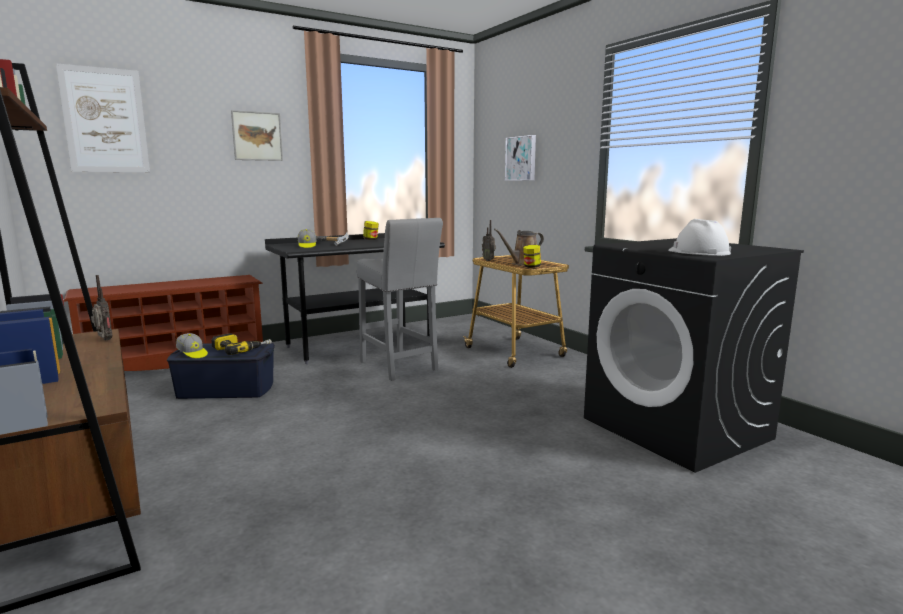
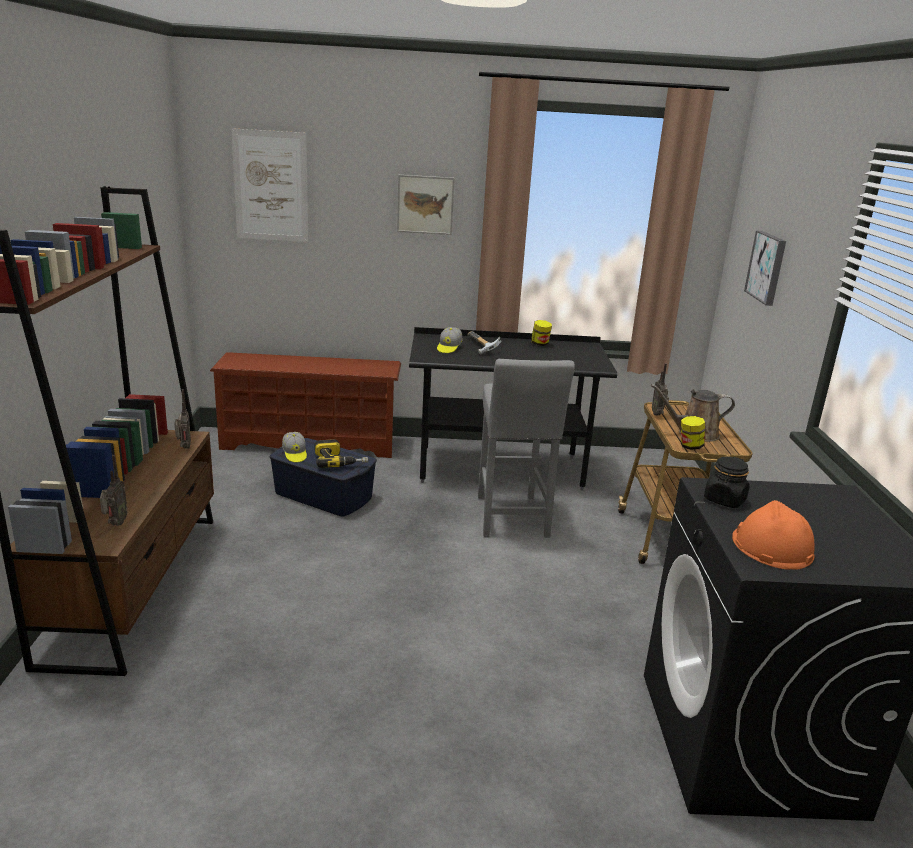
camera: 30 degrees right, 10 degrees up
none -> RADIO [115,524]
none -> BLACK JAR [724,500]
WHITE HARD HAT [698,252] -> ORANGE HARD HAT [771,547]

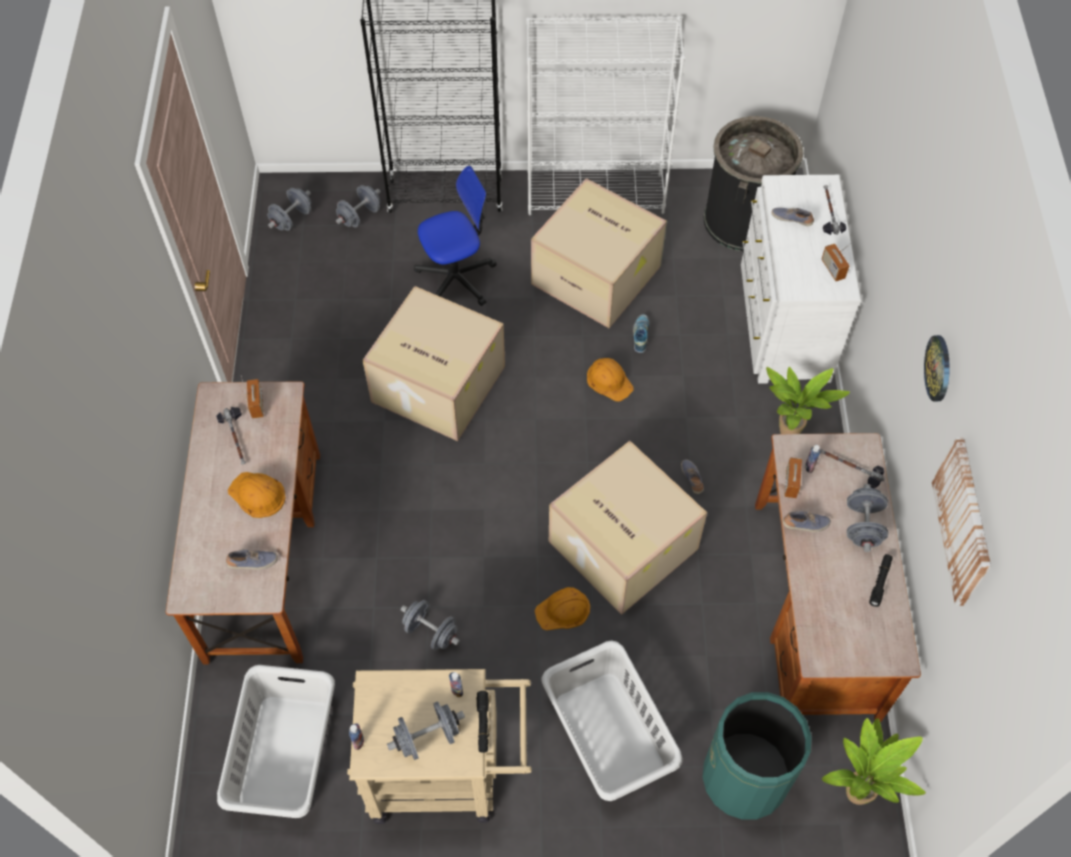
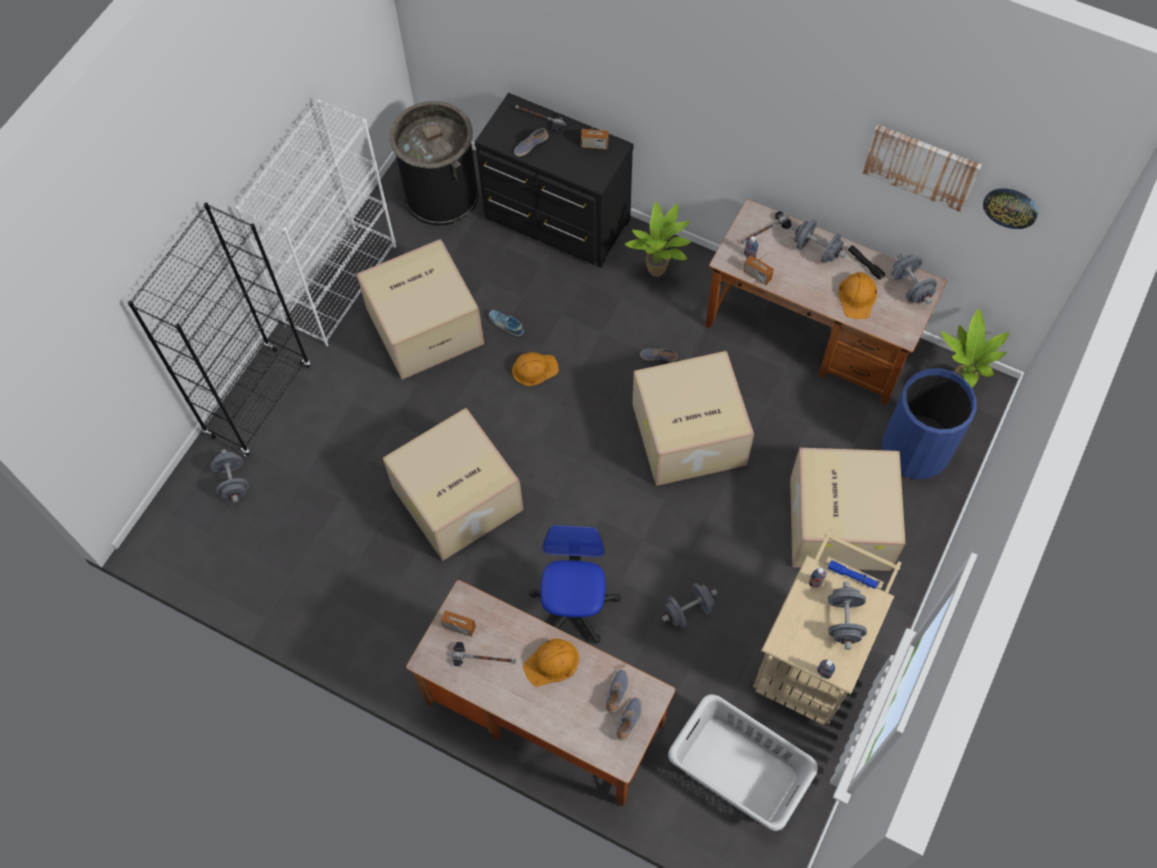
camera: 60 degrees left, 5 degrees up
GREY DUMBBELL [292,219] -> GREY DUMBBELL [910,287], moved
OFFICE CHAIR [456,278] -> OFFICE CHAIR [574,607], moved
ORANGE HARD HAT [563,610] -> ORANGE HARD HAT [857,296], moved
SHOE [805,525] -> SHOE [629,720], moved
WALL CLOCK [939,368] -> WALL CLOCK [1010,207], moved
GREY LAUNDRY BASKET [609,733] -> CARDBOARD BOX [837,522]
BLACK FLASHLIGHT [483,723] -> BLUE FLASHLIGHT [852,576]
GREEN TRASH CAN [744,778] -> BLUE TRASH CAN [915,449]
WHITE DRESSER [782,322] -> BLACK DRESSER [556,221]

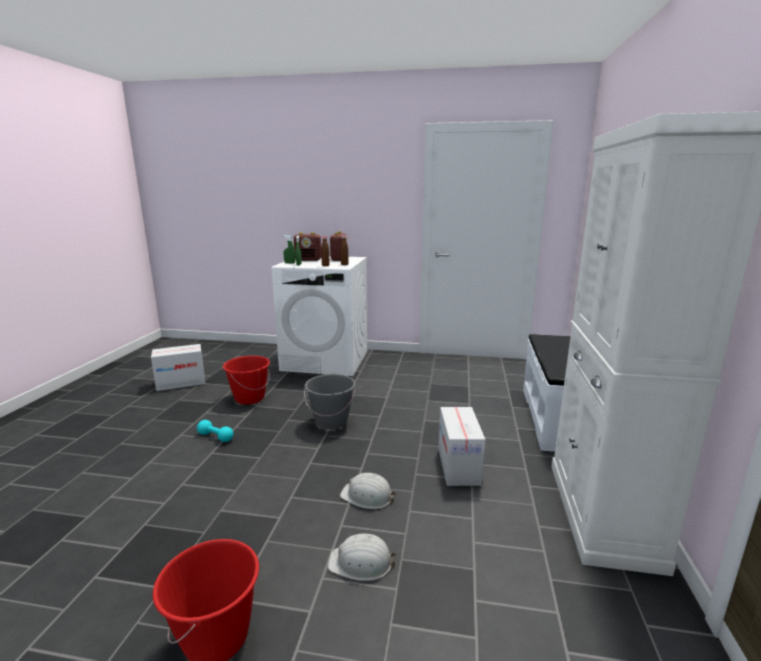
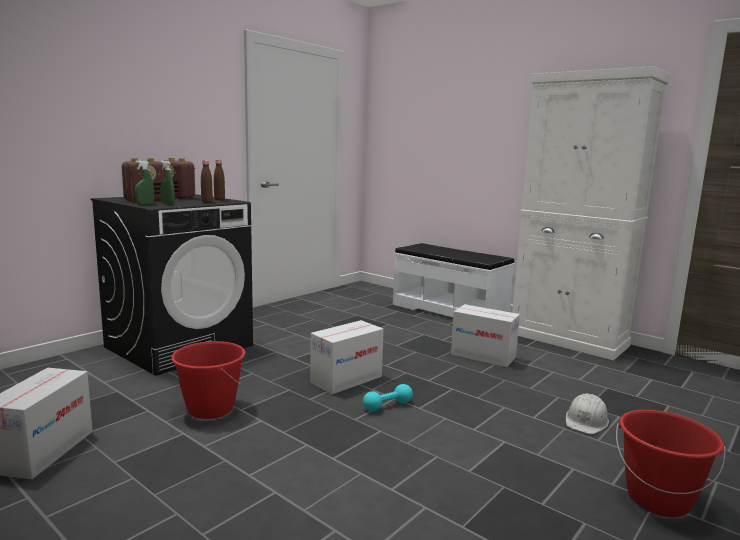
camera: 60 degrees left, 5 degrees down
WHITE HARD HAT [367,496] -> none
TURQUOISE DUMBBELL [215,437] -> TURQUOISE DUMBBELL [387,406], moved
GREY BUCKET [331,421] -> CARDBOARD BOX [346,379]
WHITE WASHING MACHINE [326,360] -> BLACK WASHING MACHINE [180,346]

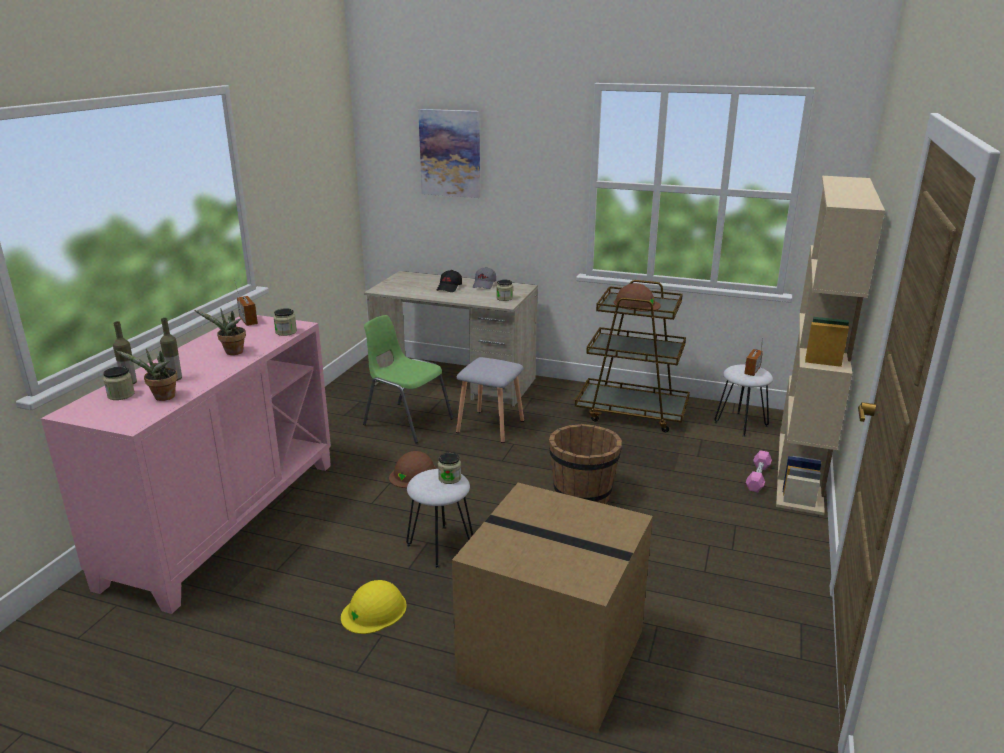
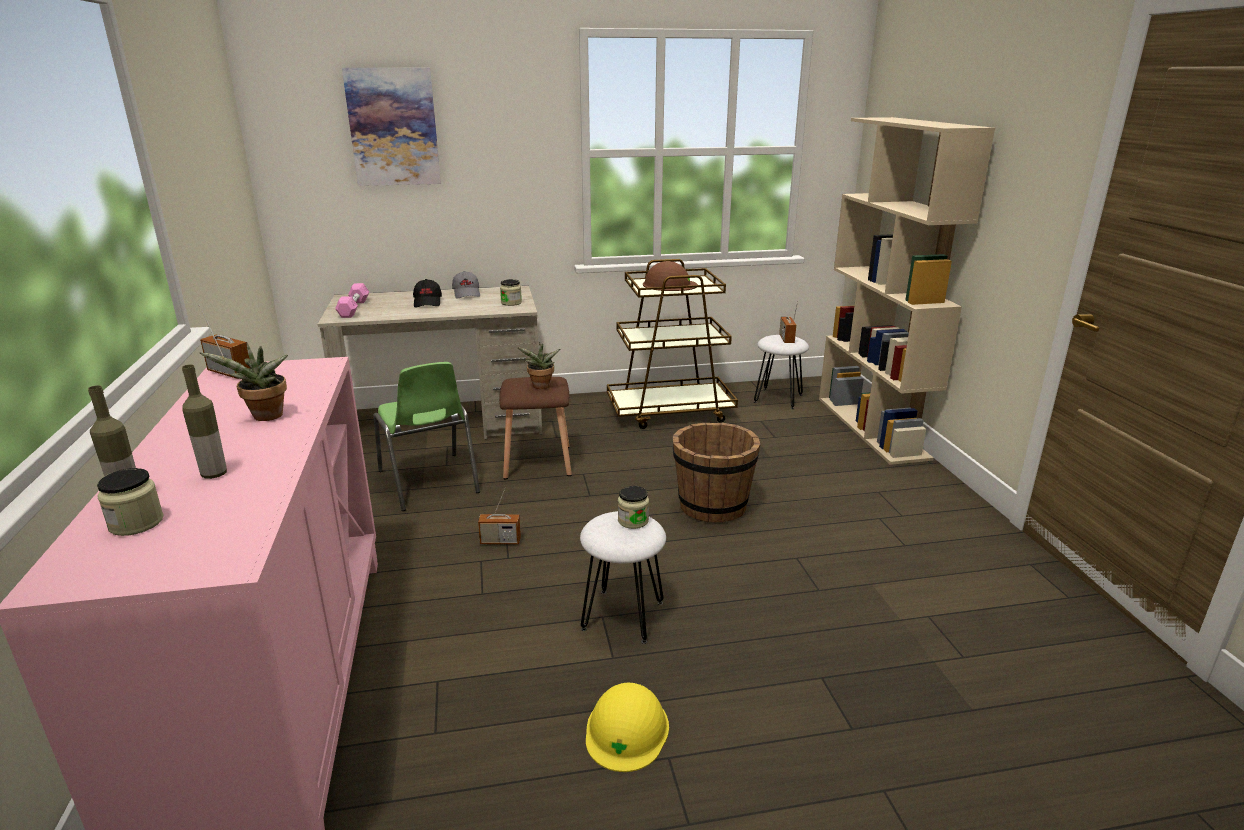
camera: 30 degrees left, 0 degrees up
JAR [286,332] -> none
CARDBOARD BOX [555,654] -> none
POTTED PLANT [162,398] -> POTTED PLANT [540,387], moved
PINK DUMBBELL [757,477] -> PINK DUMBBELL [354,308], moved
BROWN HARD HAT [413,474] -> RADIO [500,541]
GREY STOOL [491,426] -> BROWN STOOL [539,461]
GREEN CHAIR [407,422] -> GREEN CHAIR [429,482], 120 degrees counterclockwise

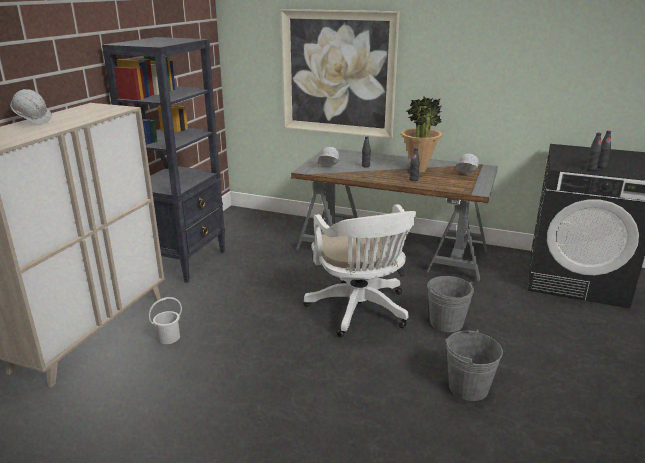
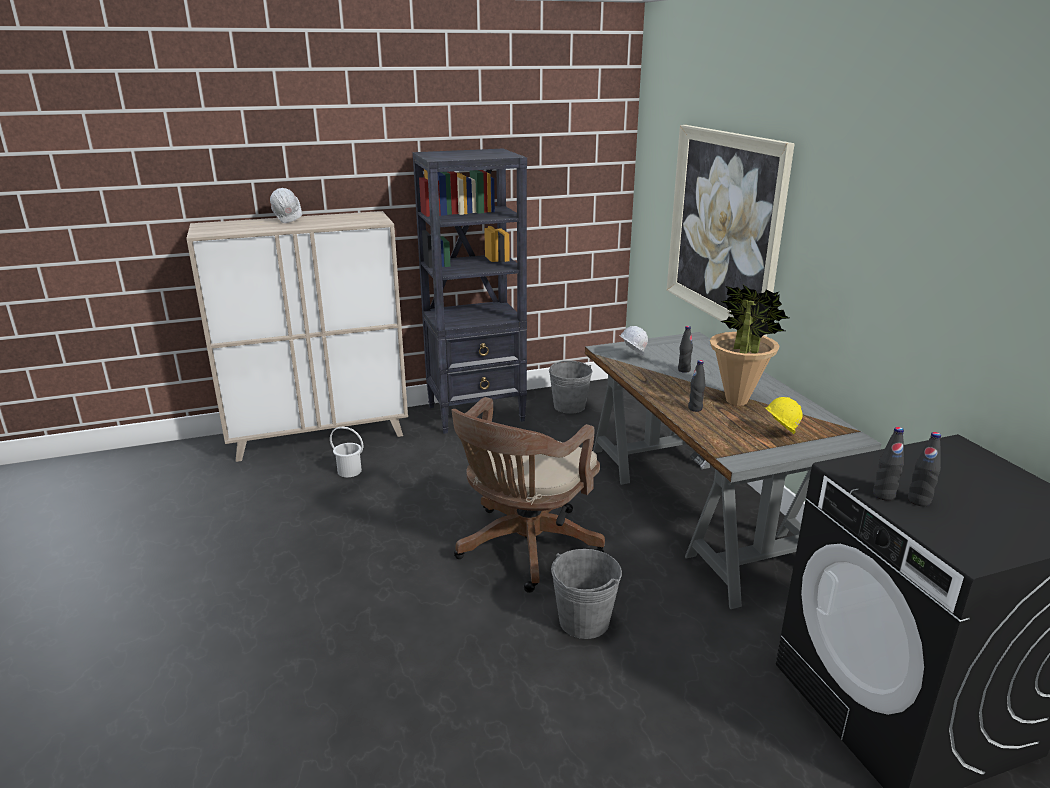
camera: 50 degrees right, 0 degrees up
GREY BUCKET [468,387] -> GREY BUCKET [569,406], moved
WHITE OFFICE CHAIR [360,311] -> BROWN OFFICE CHAIR [524,549]
WHITE HARD HAT [465,177] -> YELLOW HARD HAT [778,435]

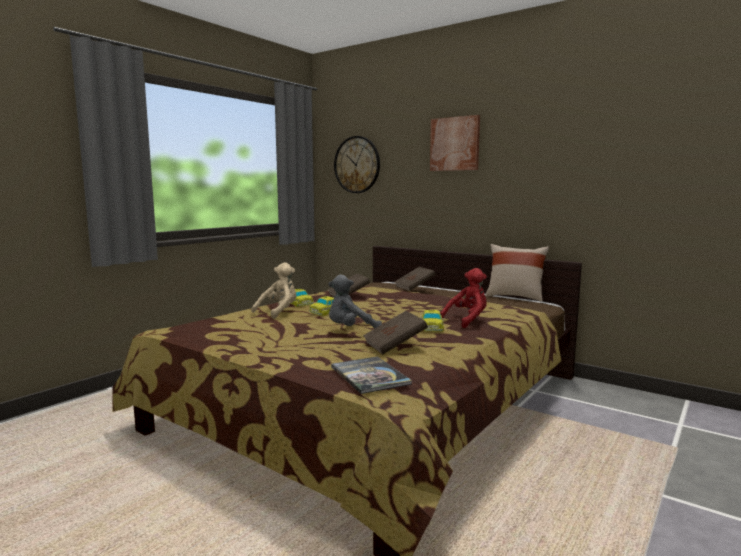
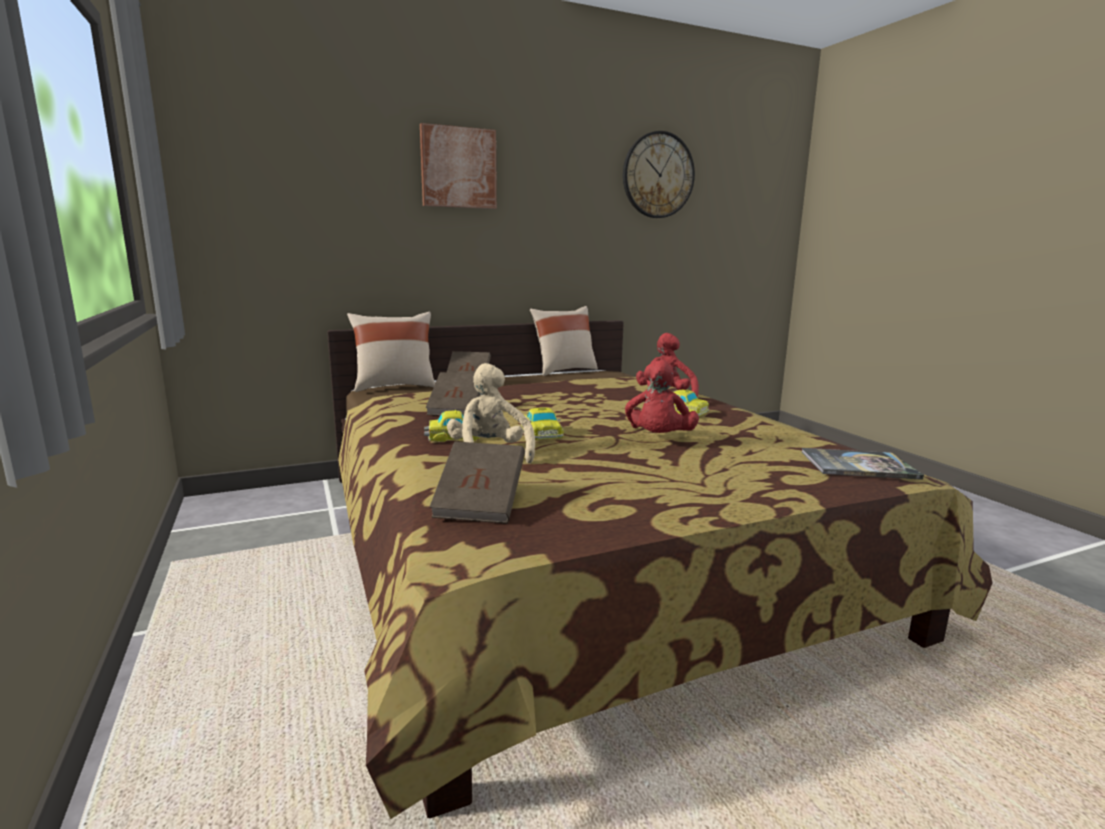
camera: 60 degrees left, 5 degrees up
none -> BEIGE PILLOW [394,386]
WALL CLOCK [357,165] -> WALL CLOCK [658,175], moved
BROWN BOOK [394,346] -> BROWN BOOK [480,504], moved
GREY PLUSH TOY [351,330] -> RED PLUSH TOY [658,439]

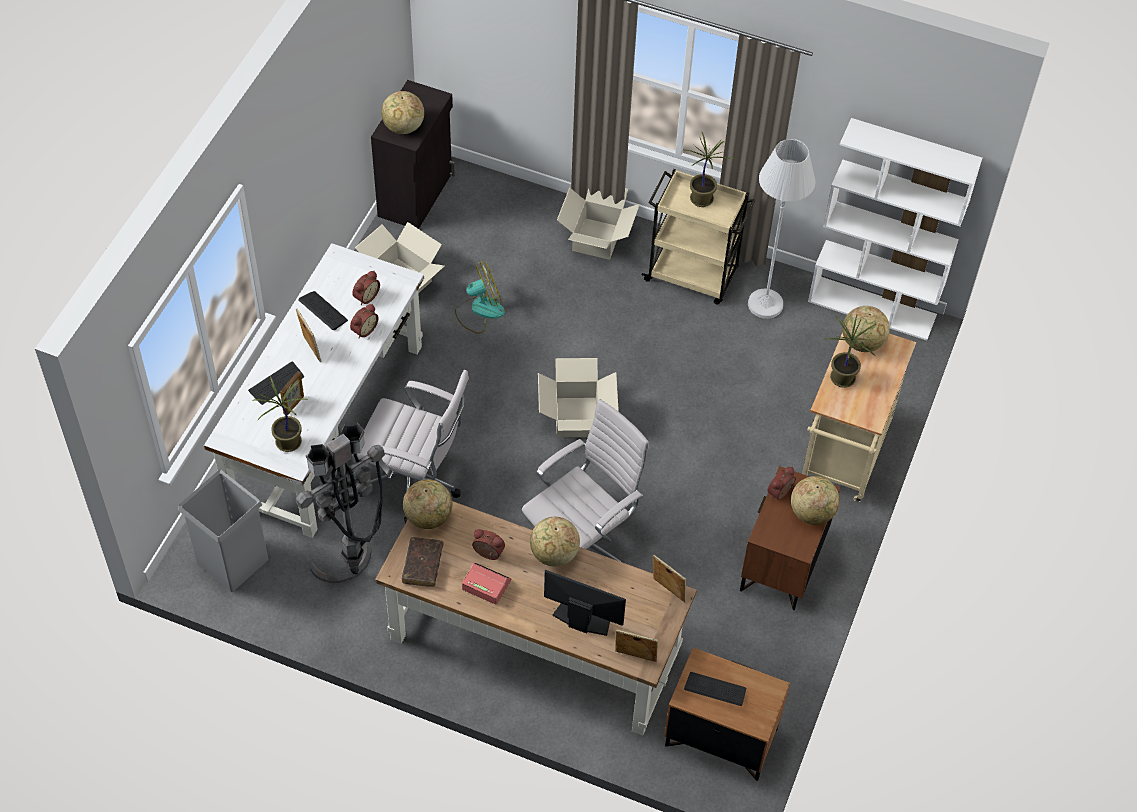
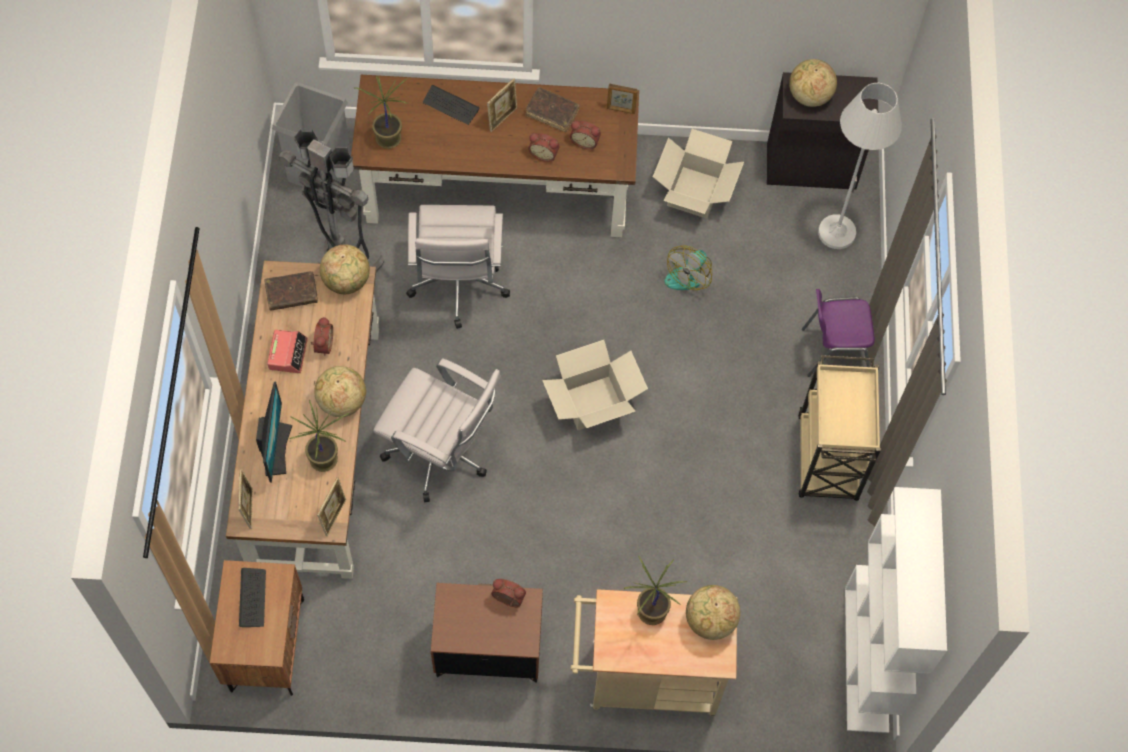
camera: 70 degrees right, 10 degrees up
GLOBE [812,513] -> none
PICTURE FRAME [294,405] -> PICTURE FRAME [621,110], moved
POTTED PLANT [701,198] -> POTTED PLANT [325,459], moved
WHITE FLOOR LAMP [765,304] -> WHITE FLOOR LAMP [837,232], moved
KEYBOARD [323,311] -> BROWN BOOK [552,112]
CARDBOARD BOX [596,238] -> PURPLE CHAIR [833,351]
WHITE DESK [326,422] -> BROWN DESK [498,188]
FAN [479,310] -> FAN [689,273], 75 degrees clockwise

